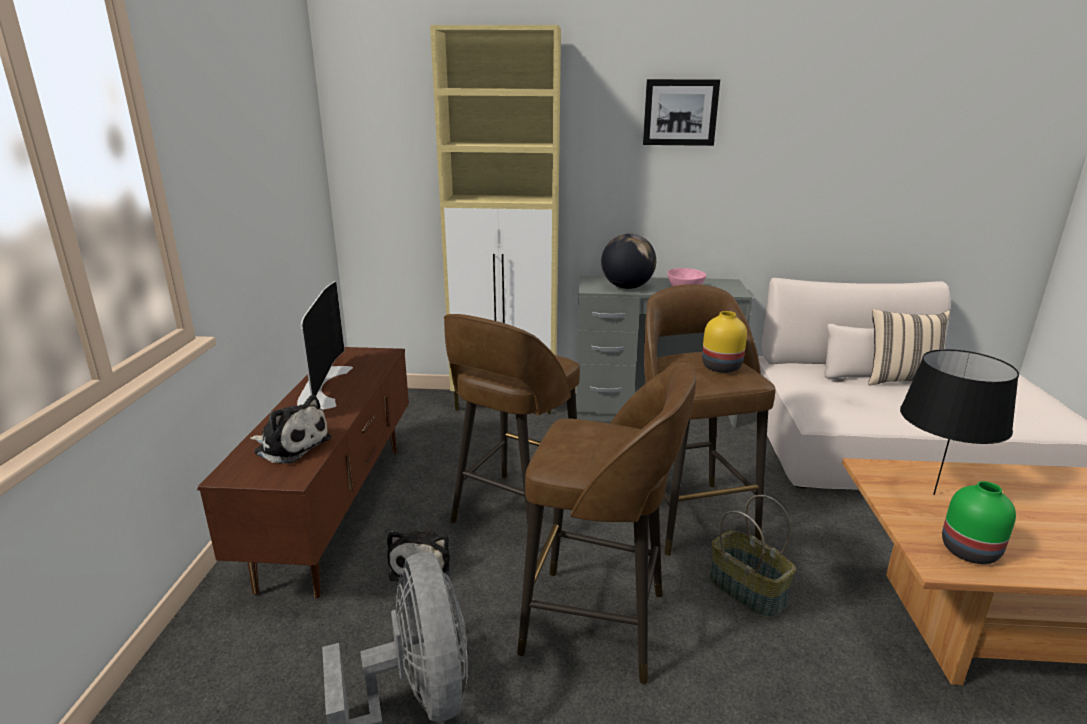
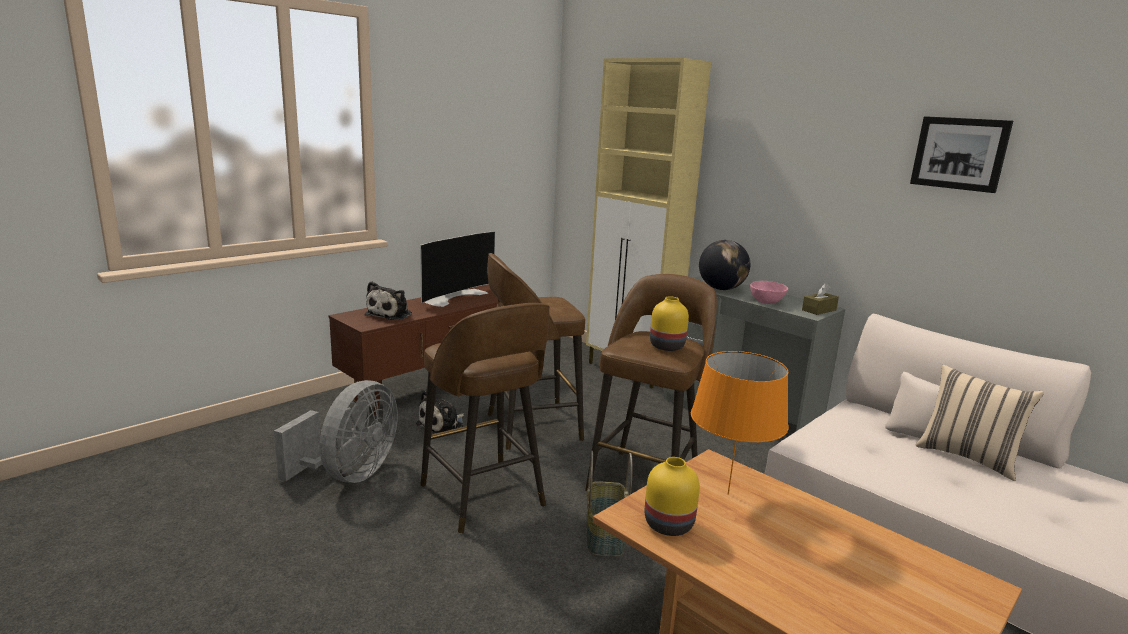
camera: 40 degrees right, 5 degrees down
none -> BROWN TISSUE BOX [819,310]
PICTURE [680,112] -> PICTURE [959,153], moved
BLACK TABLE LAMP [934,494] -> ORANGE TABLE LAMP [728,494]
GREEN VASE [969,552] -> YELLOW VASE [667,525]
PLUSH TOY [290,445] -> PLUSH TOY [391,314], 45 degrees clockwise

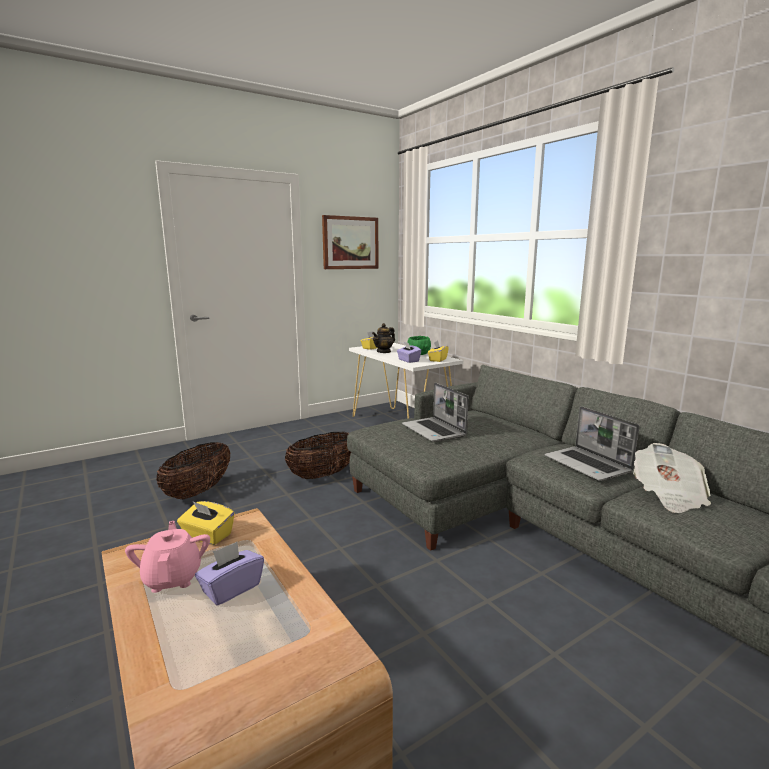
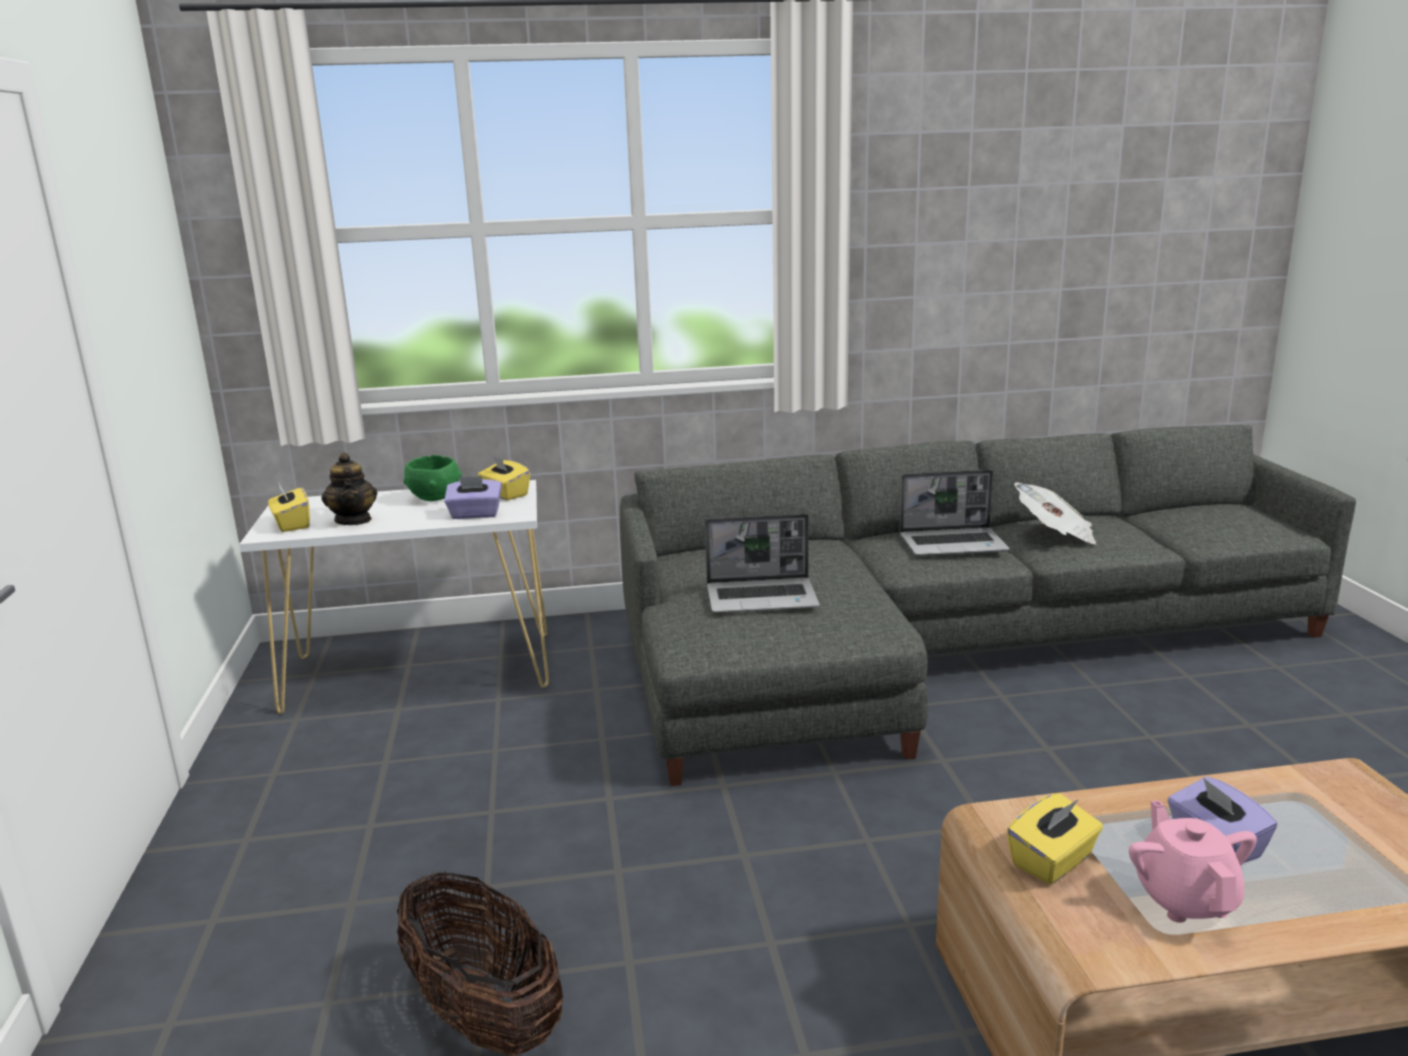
camera: 65 degrees left, 5 degrees up
BASKET [323,475] -> none
PICTURE [350,243] -> none
PINK TEAPOT [173,578] -> PINK TEAPOT [1185,899], 75 degrees clockwise

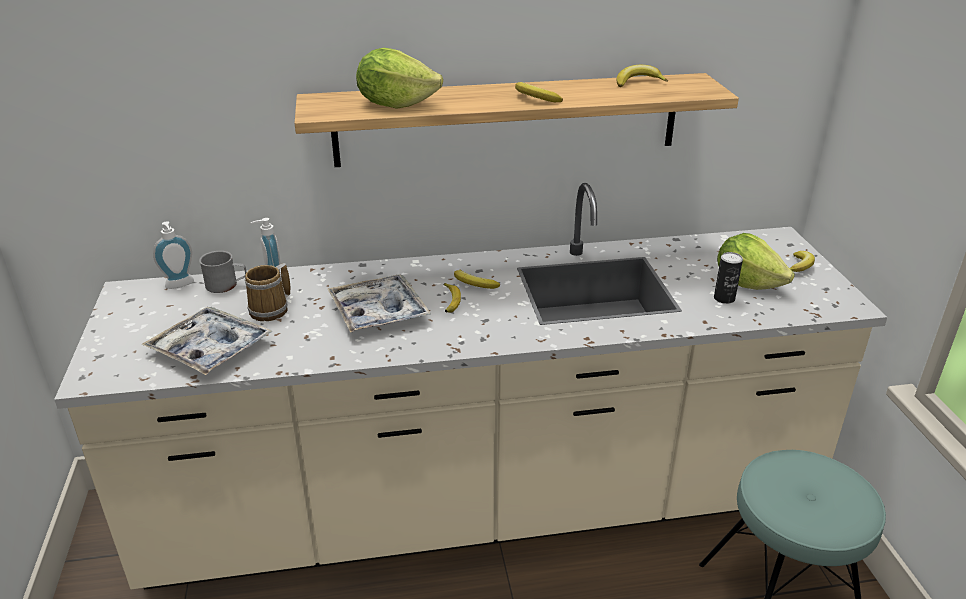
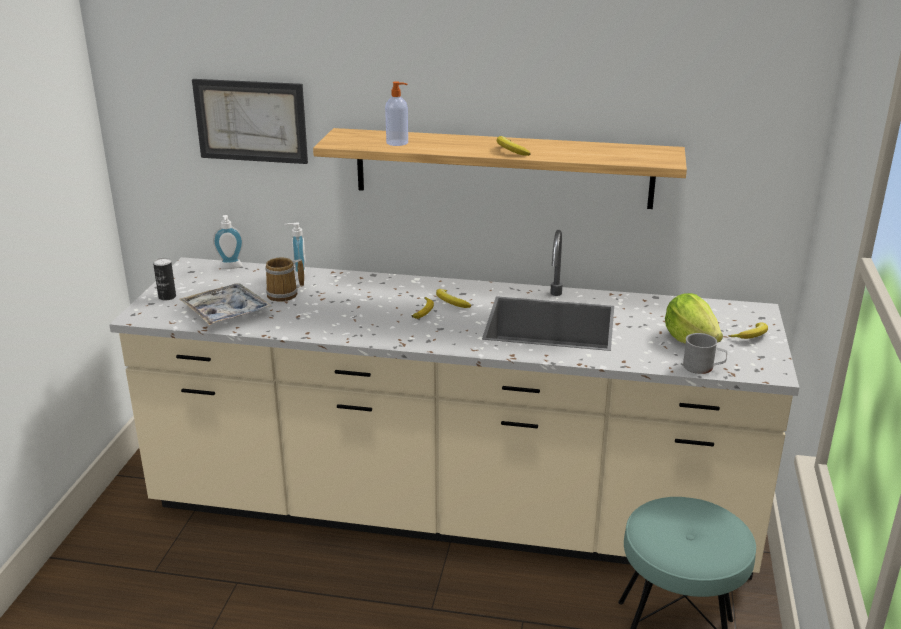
camera: 20 degrees right, 5 degrees down
TRAY [378,312] -> none
BANANA [638,82] -> none
none -> PICTURE [251,121]
GREY MUG [226,285] -> GREY MUG [703,367], moved
CAN [724,298] -> CAN [167,297], moved
LETTUCE [396,104] -> SOAP DISPENSER [398,143]

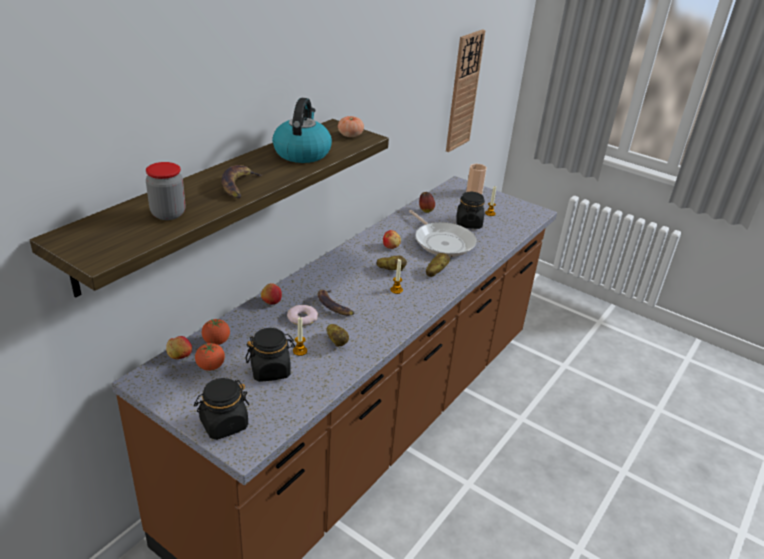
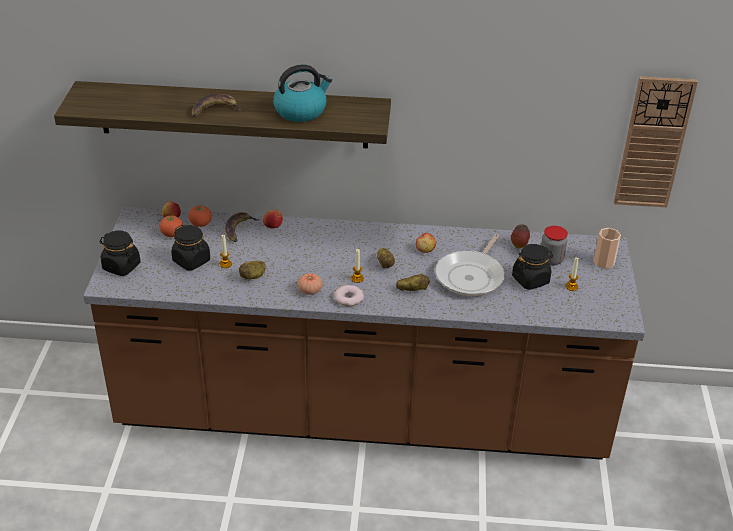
camera: 60 degrees right, 5 degrees up
JAR [168,214] -> JAR [551,260], moved
DONUT [302,318] -> DONUT [349,298], moved
BANANA [333,306] -> BANANA [239,229], moved
TOMATO [350,135] -> TOMATO [310,290], moved

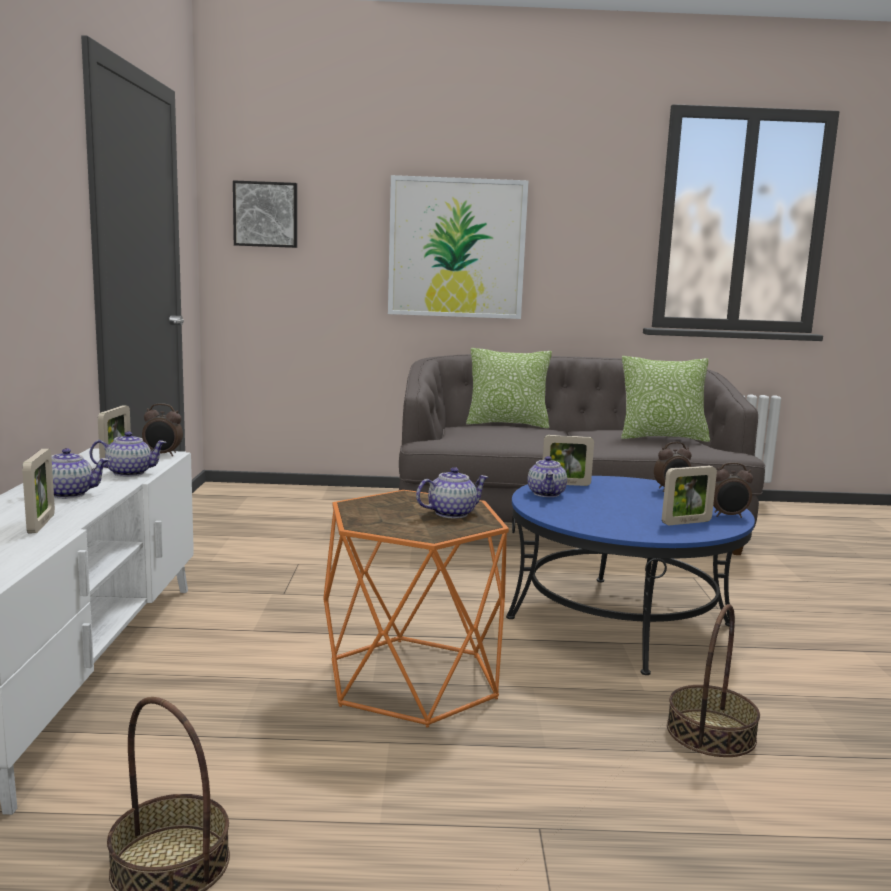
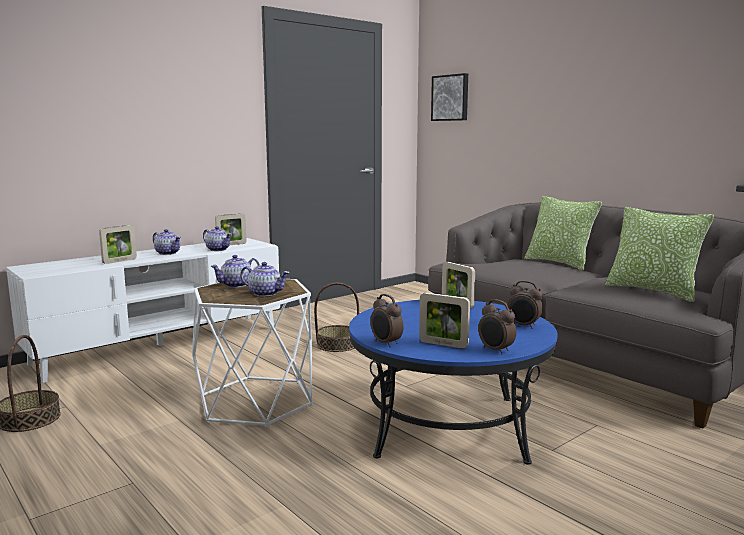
camera: 50 degrees right, 0 degrees up
PICTURE [456,248] -> none
ALARM CLOCK [163,455] -> ALARM CLOCK [386,343], moved
TEAPOT [547,494] -> TEAPOT [236,285], moved
BASKET [711,733] -> BASKET [337,345], moved
ORANGE SIDE TABLE [412,679] -> WHITE SIDE TABLE [256,401]

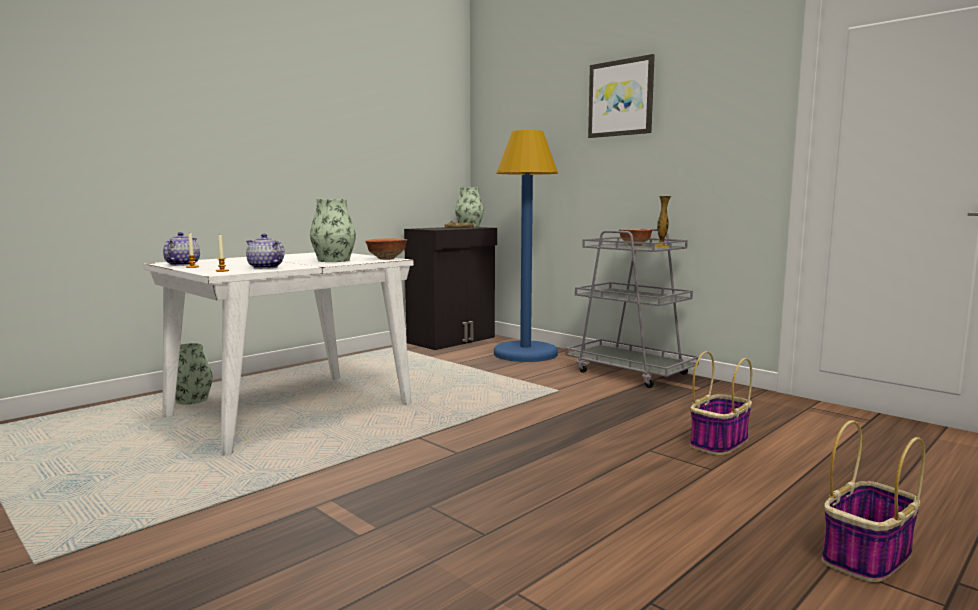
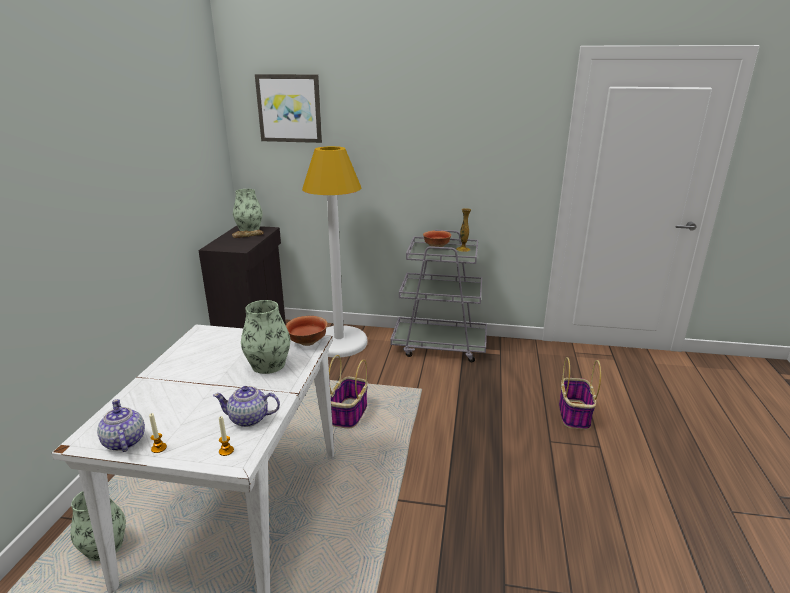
camera: 35 degrees left, 15 degrees up
PICTURE [621,98] -> PICTURE [289,108], moved
BASKET [866,557] -> BASKET [349,414], moved
BLUE FLOOR LAMP [525,354] -> WHITE FLOOR LAMP [339,342]

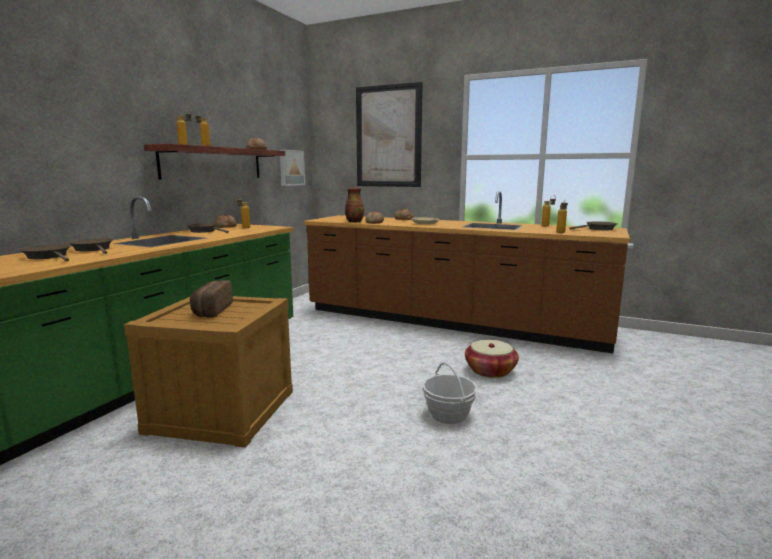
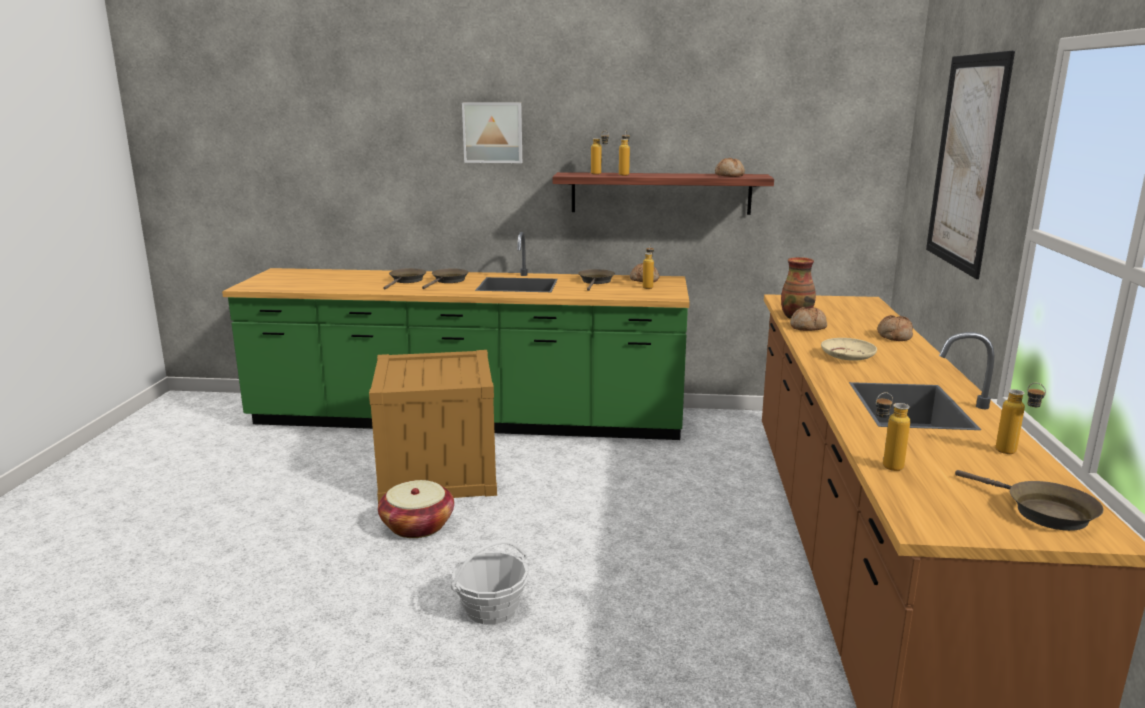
camera: 70 degrees right, 5 degrees up
BREAD [211,310] -> none
PICTURE [291,167] -> PICTURE [493,132], moved
BASKET [490,370] -> BASKET [417,526], moved

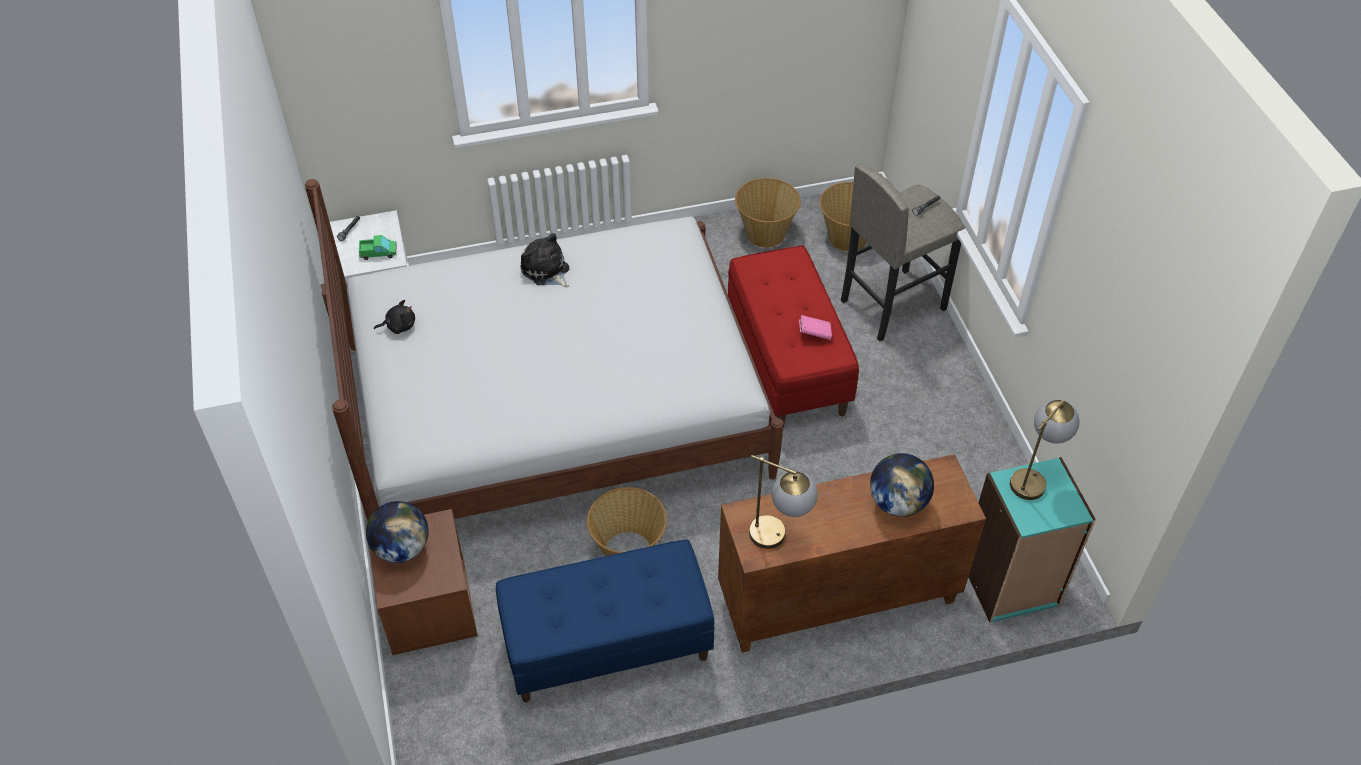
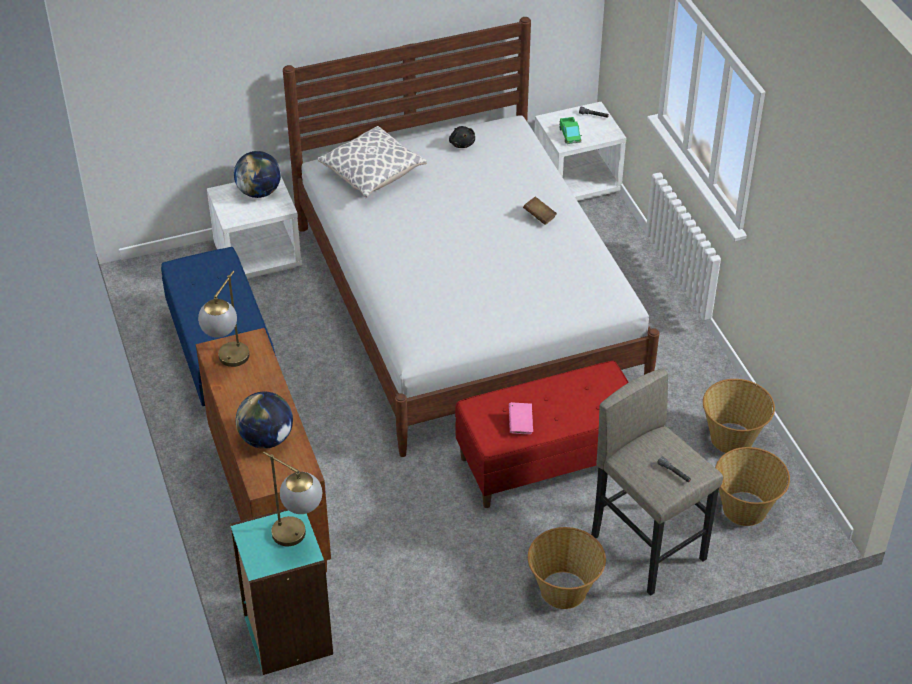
camera: 85 degrees right, 5 degrees down
none -> PILLOW [372,174]
BASKET [628,550] -> BASKET [564,591], moved
PLUSH TOY [546,271] -> BROWN BOOK [539,217]
BROWN NIGHTSTAND [429,608] -> WHITE NIGHTSTAND [258,256]

